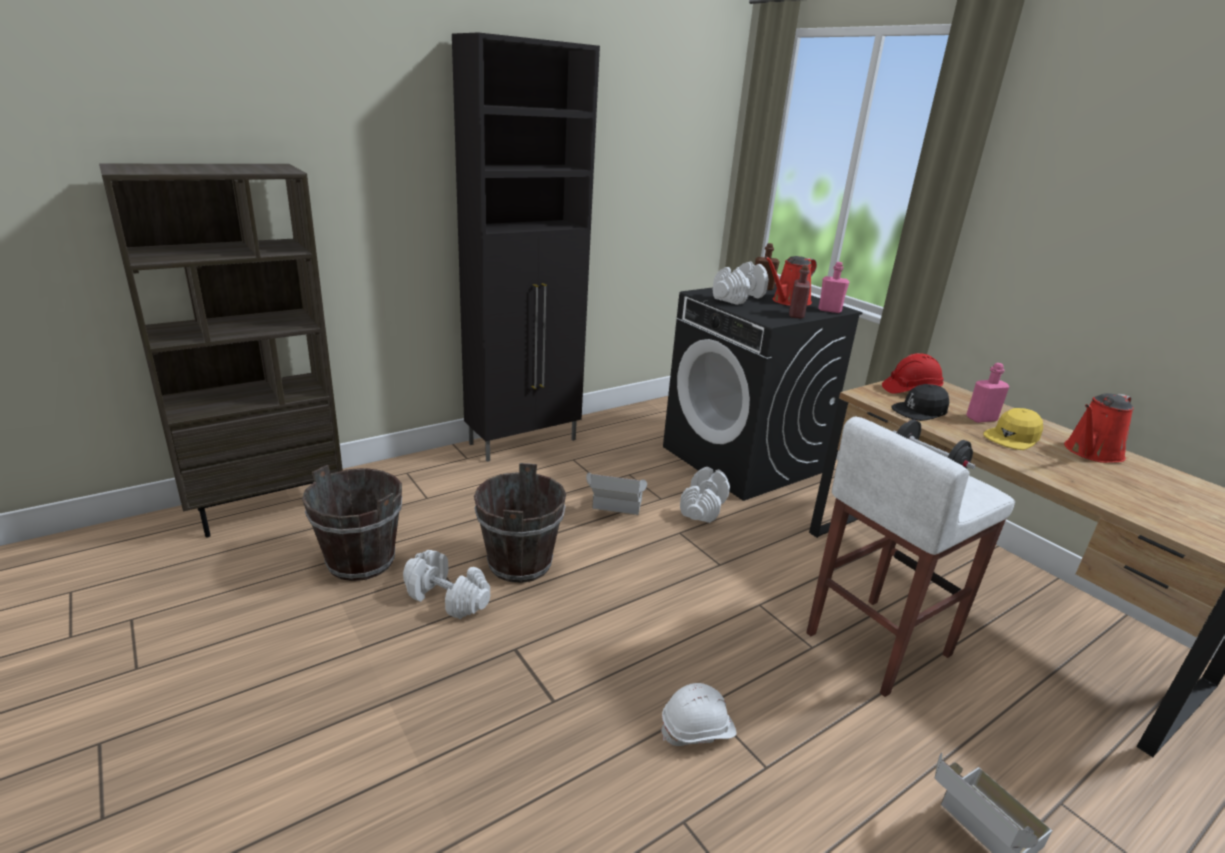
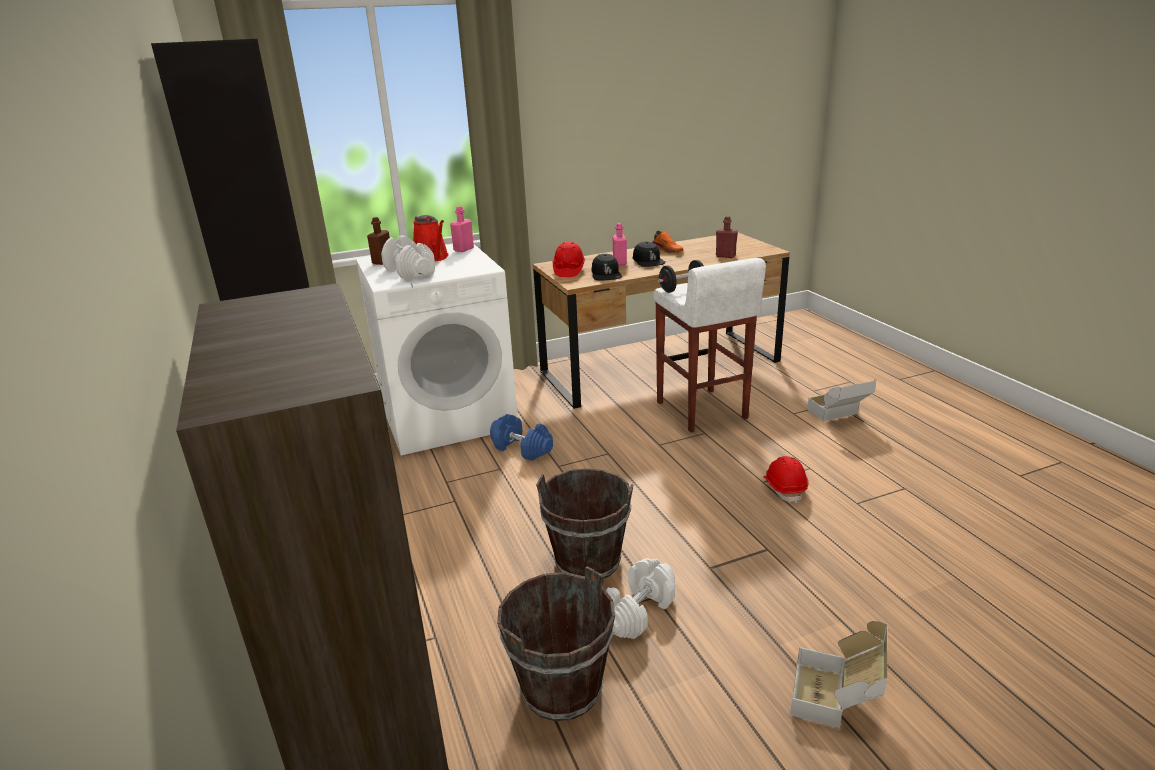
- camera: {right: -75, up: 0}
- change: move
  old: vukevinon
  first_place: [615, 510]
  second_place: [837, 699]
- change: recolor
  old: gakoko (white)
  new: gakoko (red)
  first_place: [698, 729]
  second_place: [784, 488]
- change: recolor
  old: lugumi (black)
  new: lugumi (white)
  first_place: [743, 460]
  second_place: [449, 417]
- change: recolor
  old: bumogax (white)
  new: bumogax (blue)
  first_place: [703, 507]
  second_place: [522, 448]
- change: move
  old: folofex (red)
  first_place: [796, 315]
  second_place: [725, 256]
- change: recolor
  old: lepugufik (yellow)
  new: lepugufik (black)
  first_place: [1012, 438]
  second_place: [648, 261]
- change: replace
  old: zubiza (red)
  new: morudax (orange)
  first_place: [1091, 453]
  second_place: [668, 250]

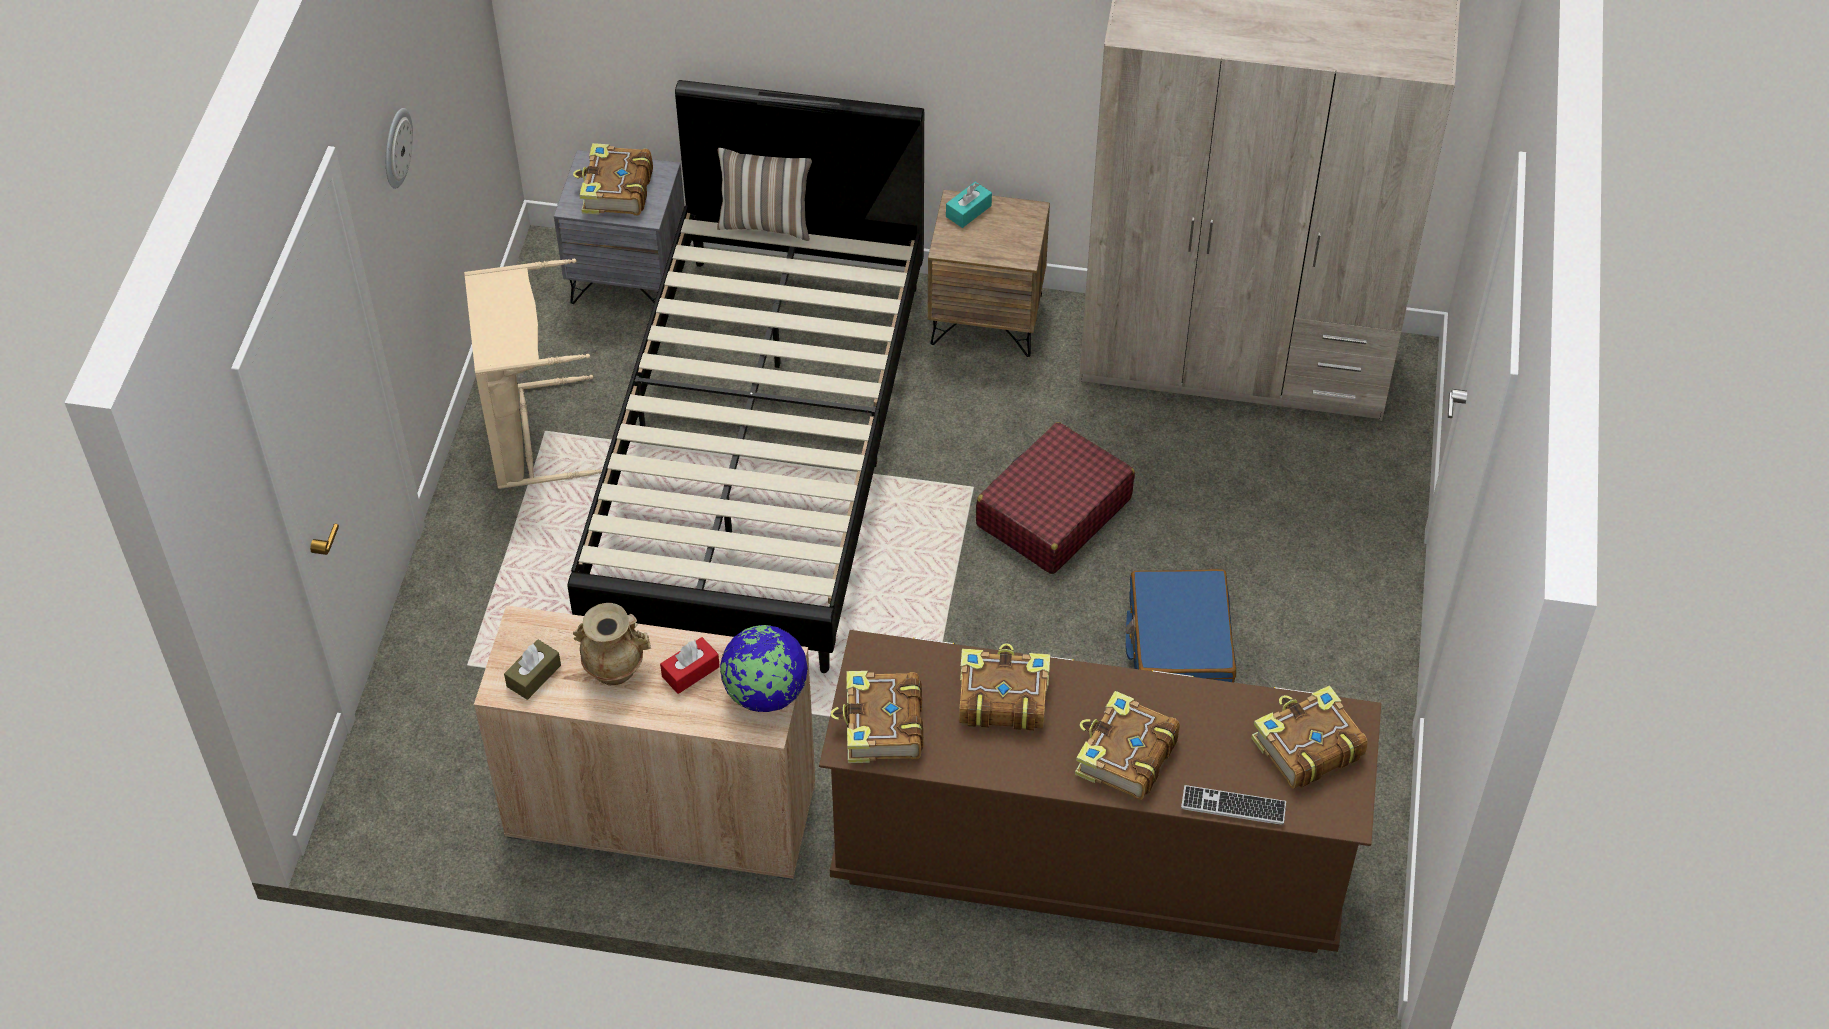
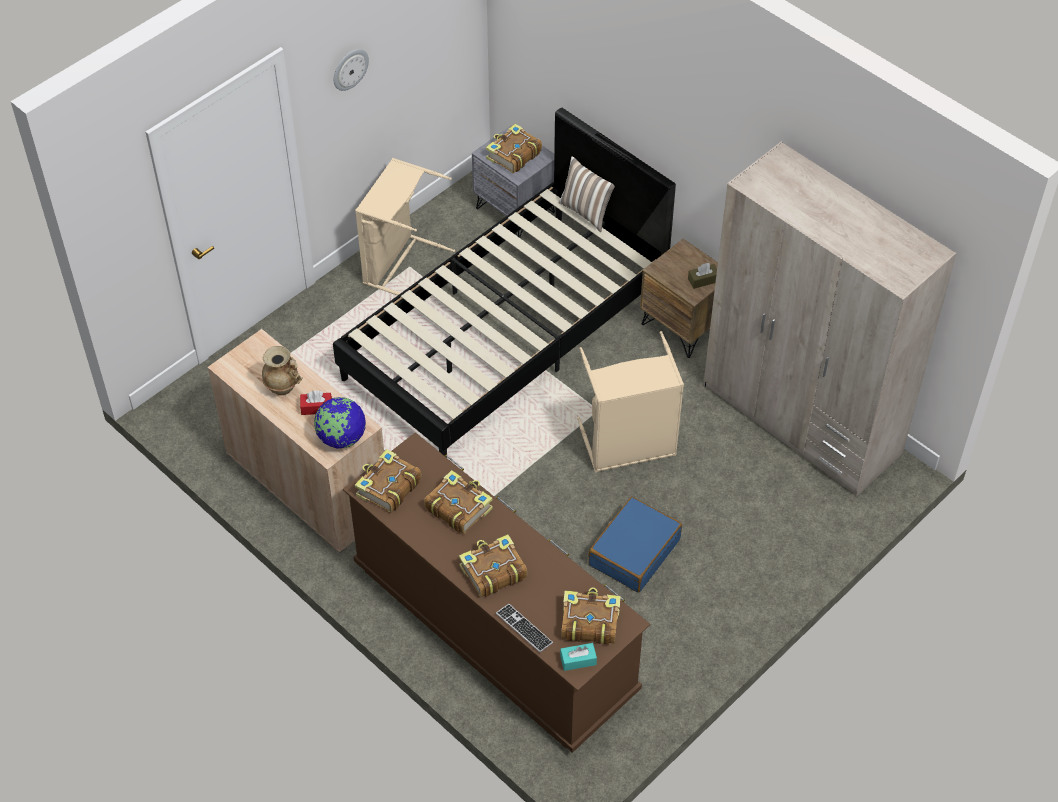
- camera: {right: 35, up: 0}
- change: move
  old: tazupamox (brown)
  first_place: [534, 676]
  second_place: [703, 280]
- change: move
  old: tazupamox (turquoise)
  first_place: [968, 211]
  second_place: [578, 660]
- change: replace
  old: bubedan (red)
  new: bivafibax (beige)
  first_place: [1053, 512]
  second_place: [629, 446]

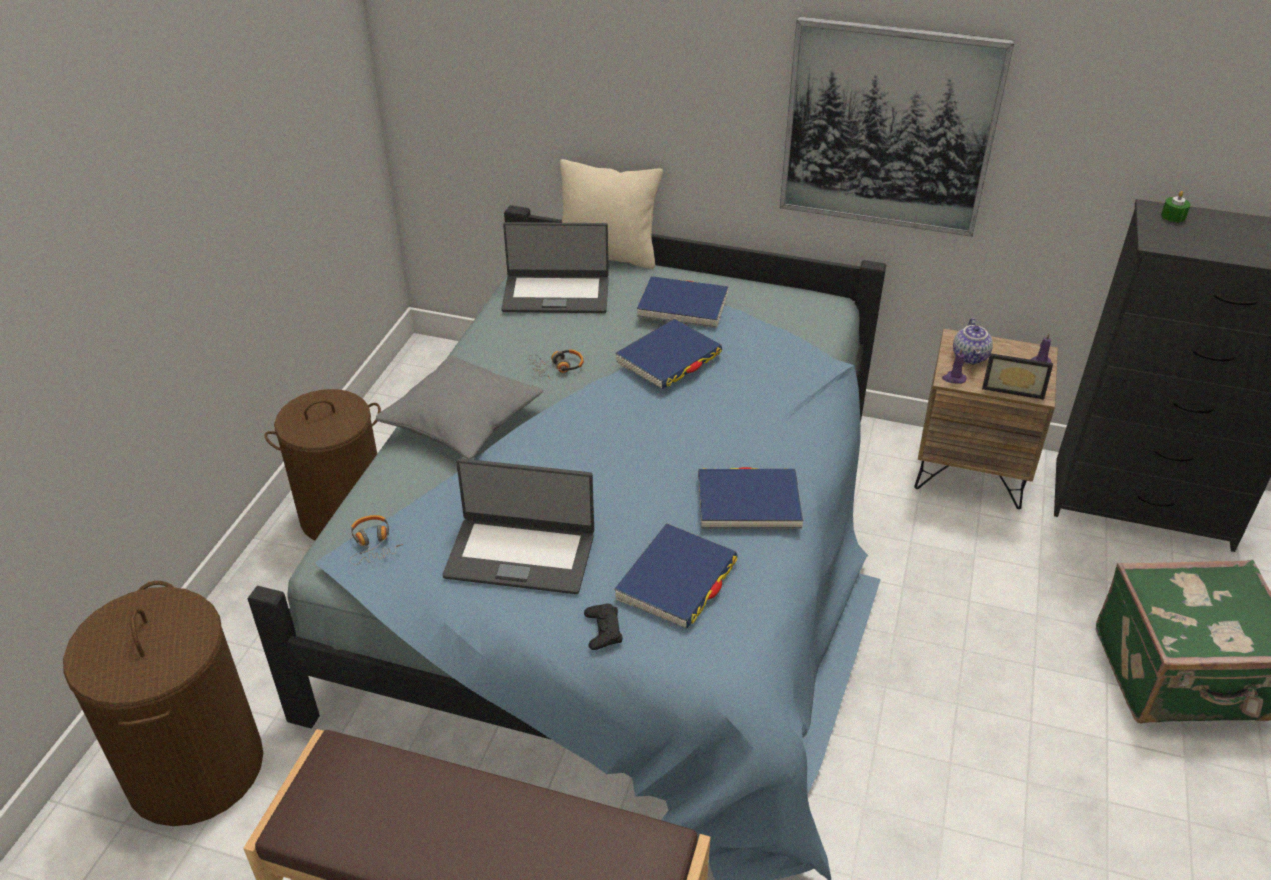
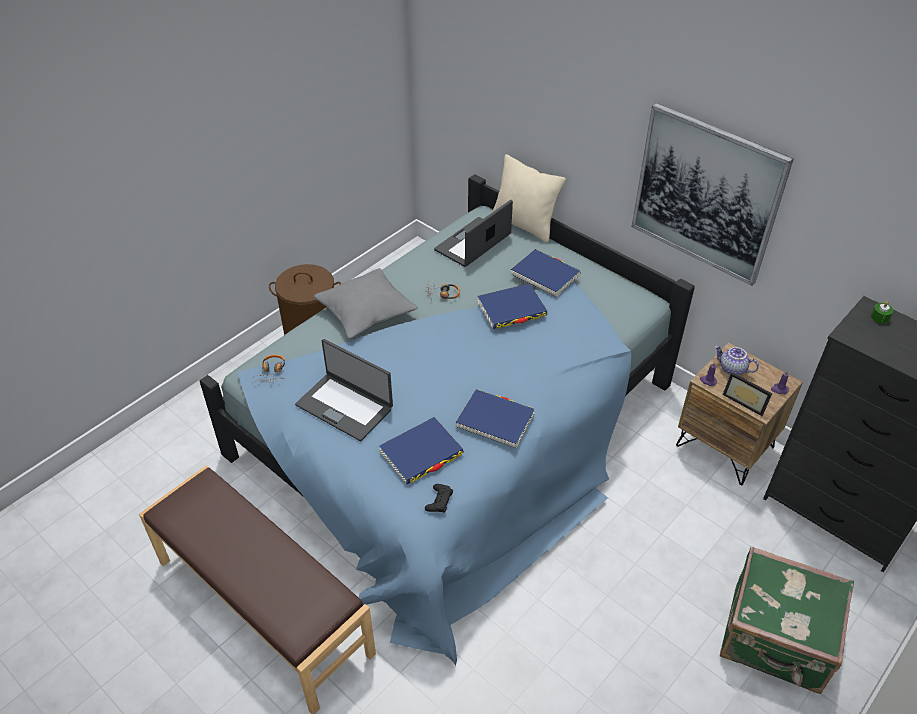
- camera: {right: 25, up: 5}
- change: delete
  old: bivafibax (brown)
  first_place: [196, 768]
- change: rotate
  old: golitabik
  first_place: [556, 294]
  second_place: [473, 243]
  degrees: 105
- change: move
  old: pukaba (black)
  first_place: [603, 630]
  second_place: [439, 501]
- change: rotate
  old: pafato
  first_place: [971, 357]
  second_place: [732, 369]
  degrees: 90

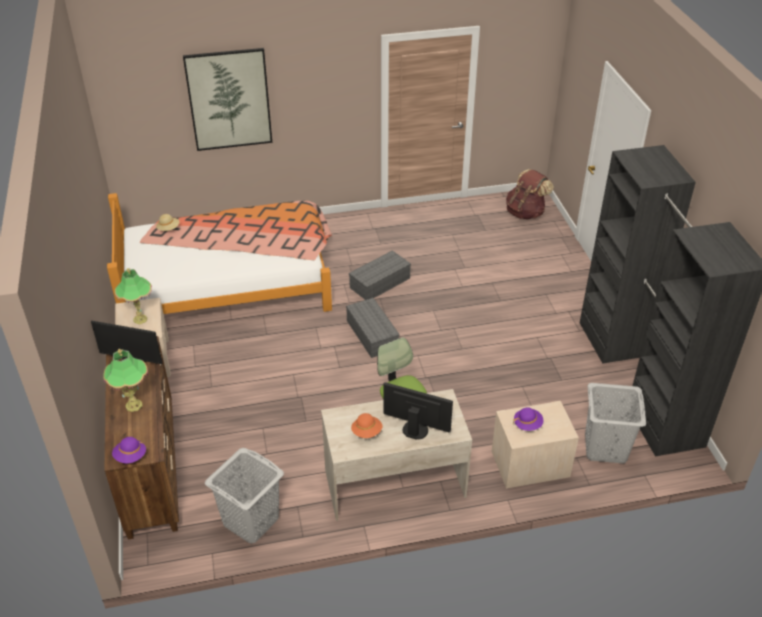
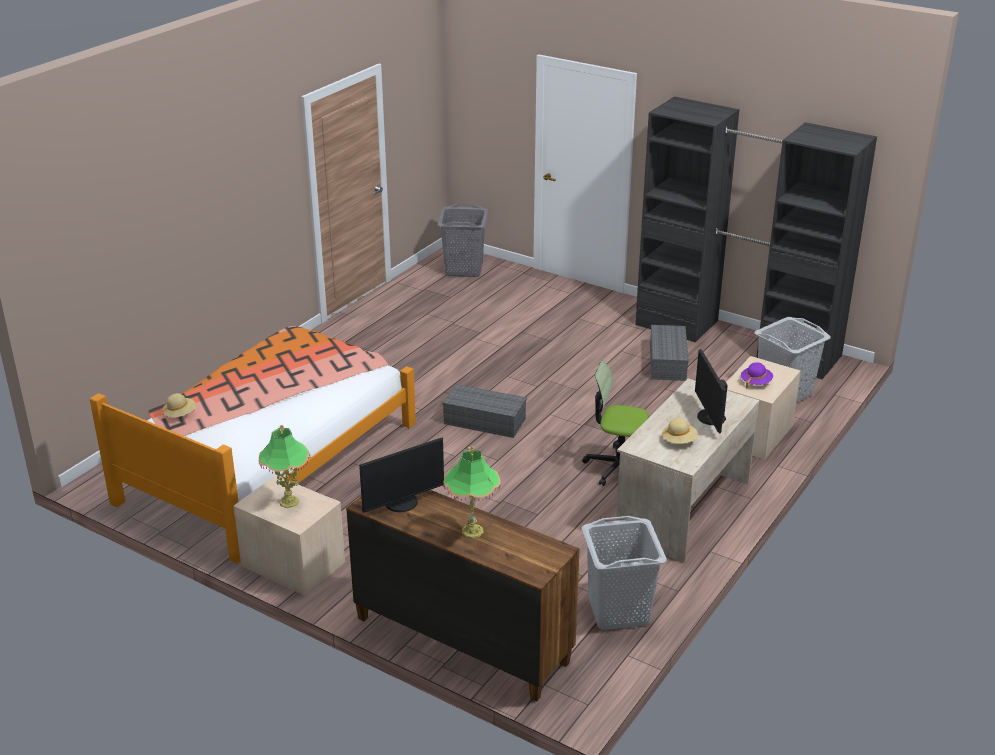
- camera: {right: -45, up: -10}
- change: delete
  old: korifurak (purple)
  first_place: [130, 456]
- change: delete
  old: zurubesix
  first_place: [229, 100]
- change: move
  old: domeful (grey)
  first_place: [379, 283]
  second_place: [668, 363]
- change: recolor
  old: korifurak (orange)
  new: korifurak (beige)
  first_place: [367, 432]
  second_place: [679, 441]
- change: rotate
  old: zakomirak
  first_place: [415, 429]
  second_place: [710, 417]
  degrees: -75
- change: replace
  old: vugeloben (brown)
  new: bivafibax (grey)
  first_place: [525, 213]
  second_place: [464, 269]

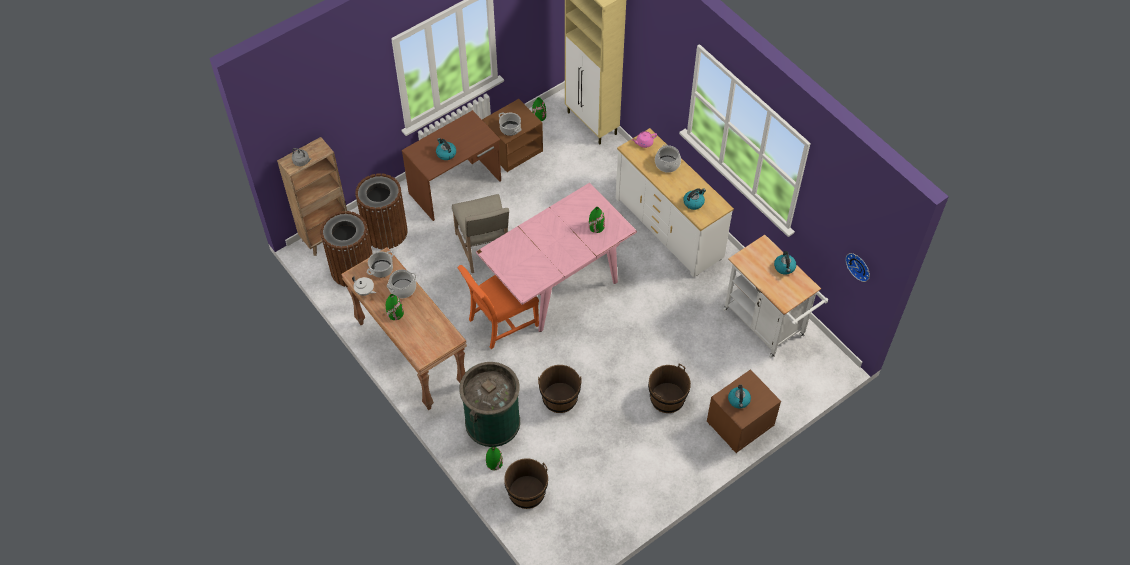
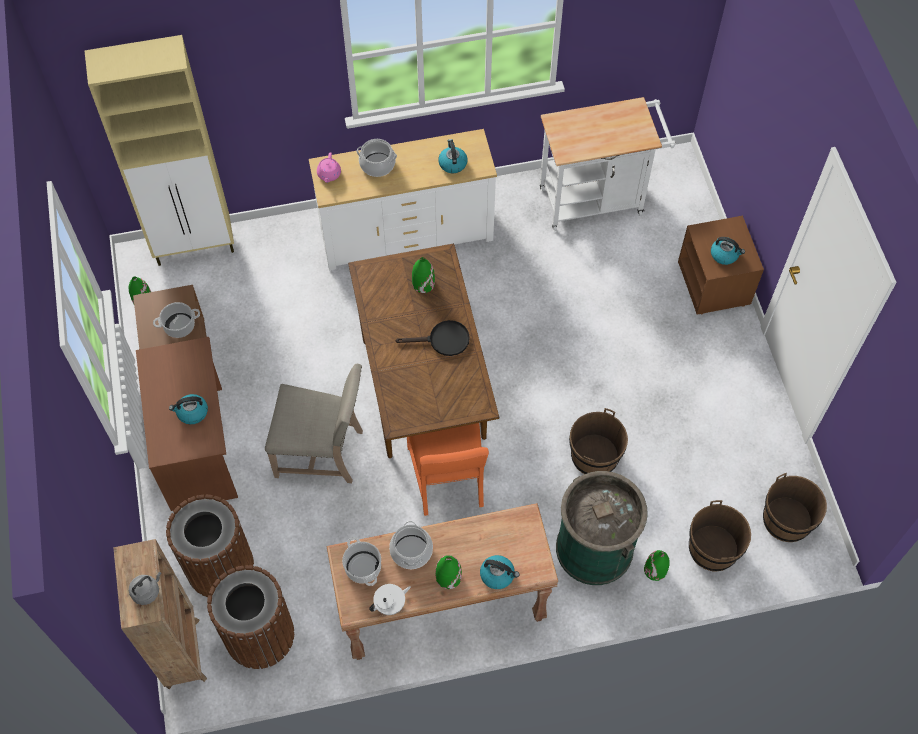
- camera: {right: -65, up: 5}
- change: recolor
  old: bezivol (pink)
  new: bezivol (brown)
  first_place: [557, 284]
  second_place: [424, 389]
- change: move
  old: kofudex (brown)
  first_place: [667, 398]
  second_place: [786, 520]
- change: move
  old: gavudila
  first_place: [784, 267]
  second_place: [498, 575]
- change: delete
  old: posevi
  first_place: [859, 266]
- change: insert
  new: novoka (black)
  second_place: [443, 340]

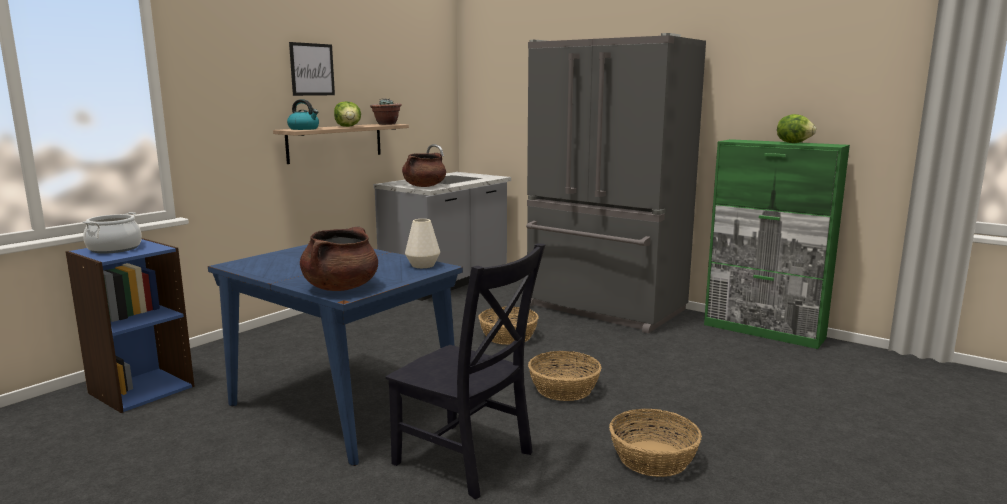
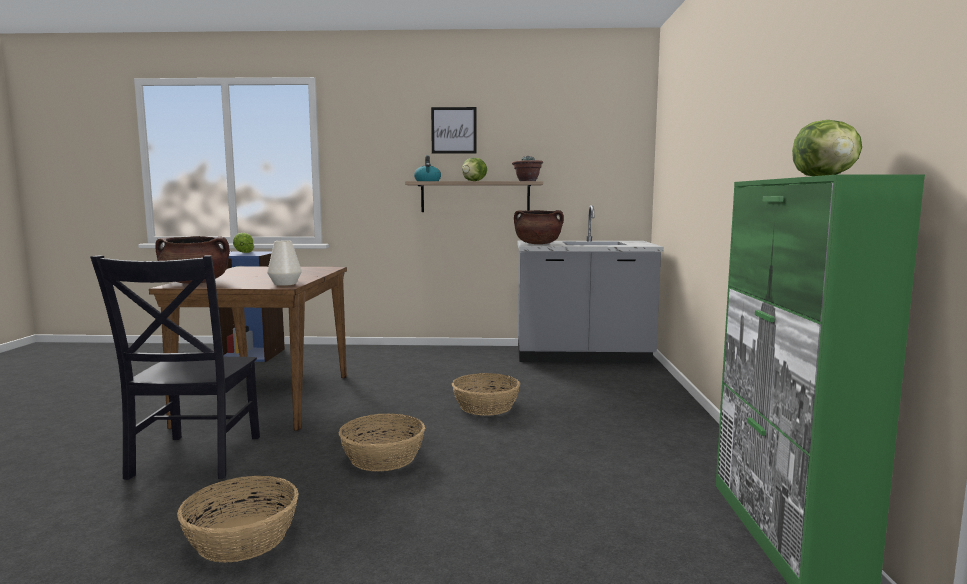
- camera: {right: 55, up: -5}
- change: replace
  old: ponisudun
  new: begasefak
  first_place: [115, 249]
  second_place: [244, 252]
- change: recolor
  old: bezivol (blue)
  new: bezivol (brown)
  first_place: [344, 406]
  second_place: [268, 399]
- change: delete
  old: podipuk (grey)
  first_place: [604, 309]

